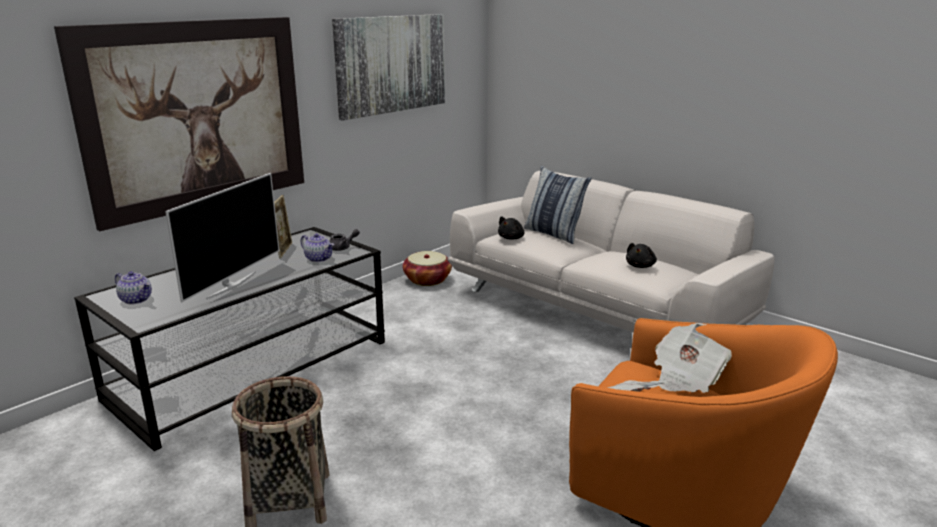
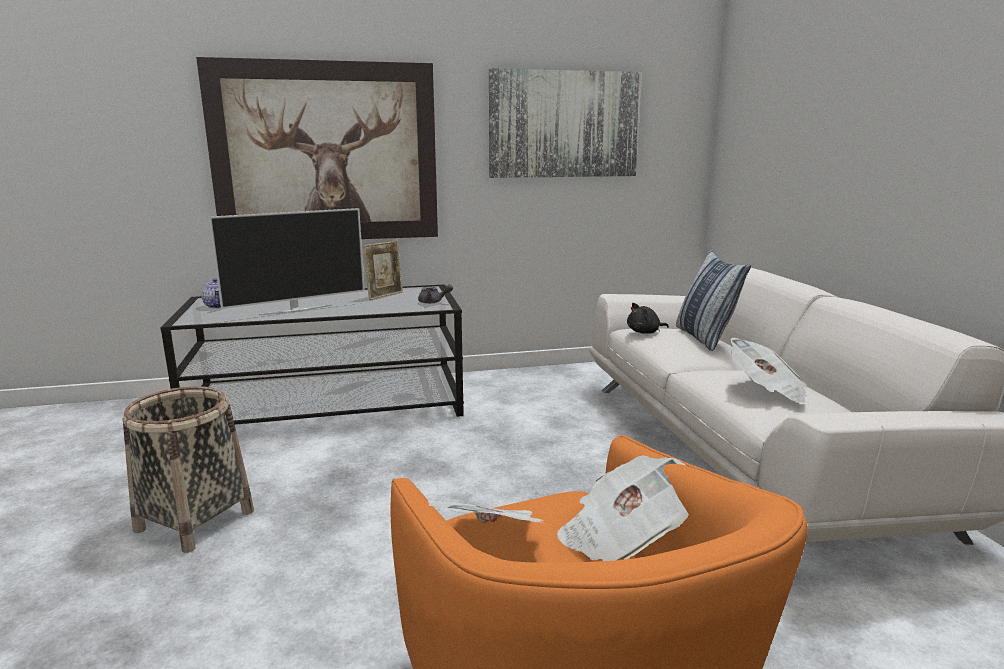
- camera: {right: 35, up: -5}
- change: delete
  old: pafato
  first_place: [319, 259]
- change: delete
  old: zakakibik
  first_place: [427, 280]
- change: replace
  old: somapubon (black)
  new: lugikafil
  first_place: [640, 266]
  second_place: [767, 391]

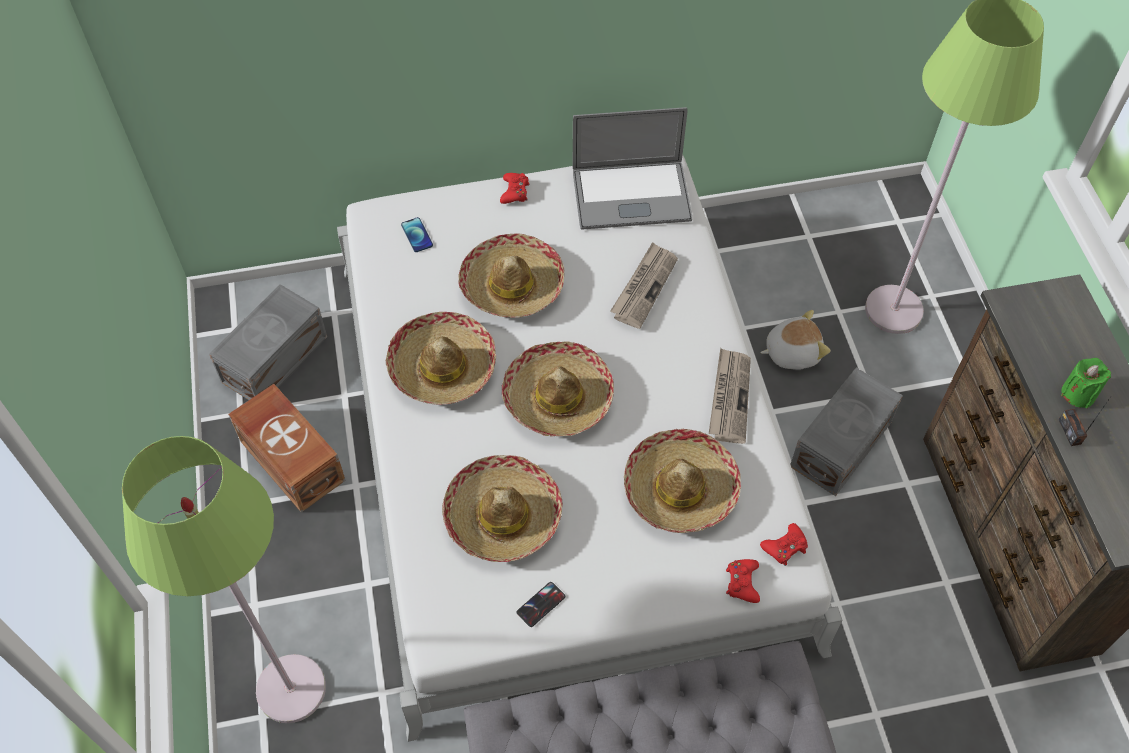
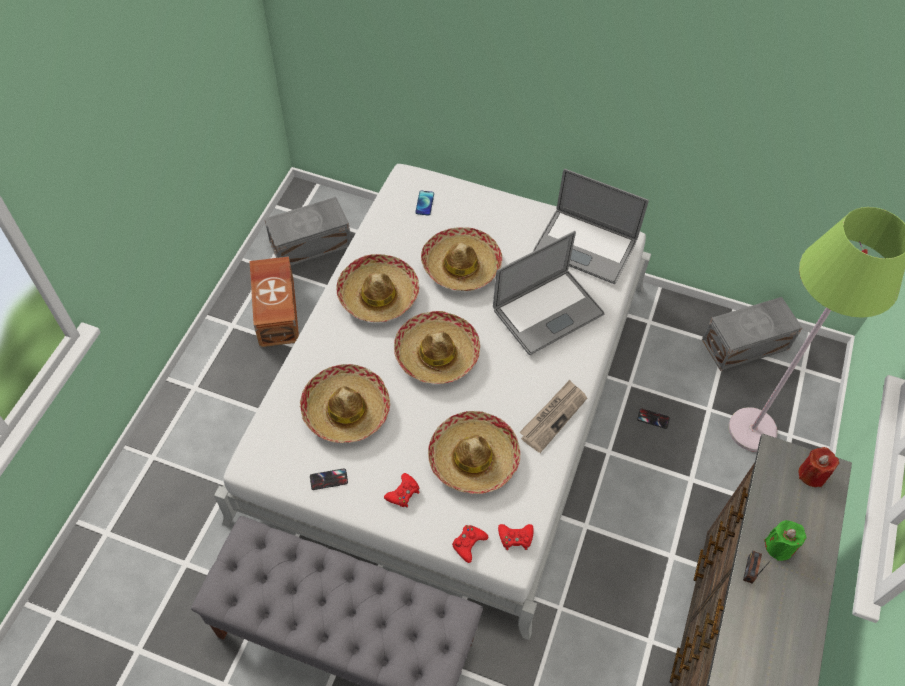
- camera: {right: 30, up: 0}
- change: delete
  old: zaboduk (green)
  first_place: [291, 688]
- change: move
  old: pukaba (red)
  first_place: [515, 192]
  second_place: [403, 493]
- change: replace
  old: lugikafil
  new: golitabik
  first_place: [644, 287]
  second_place: [548, 311]
- change: replace
  old: somapubon
  new: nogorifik
  first_place: [791, 352]
  second_place: [653, 418]
- change: move
  old: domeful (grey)
  first_place: [843, 444]
  second_place: [747, 345]
- change: insert
  new: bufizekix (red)
  second_place: [812, 474]

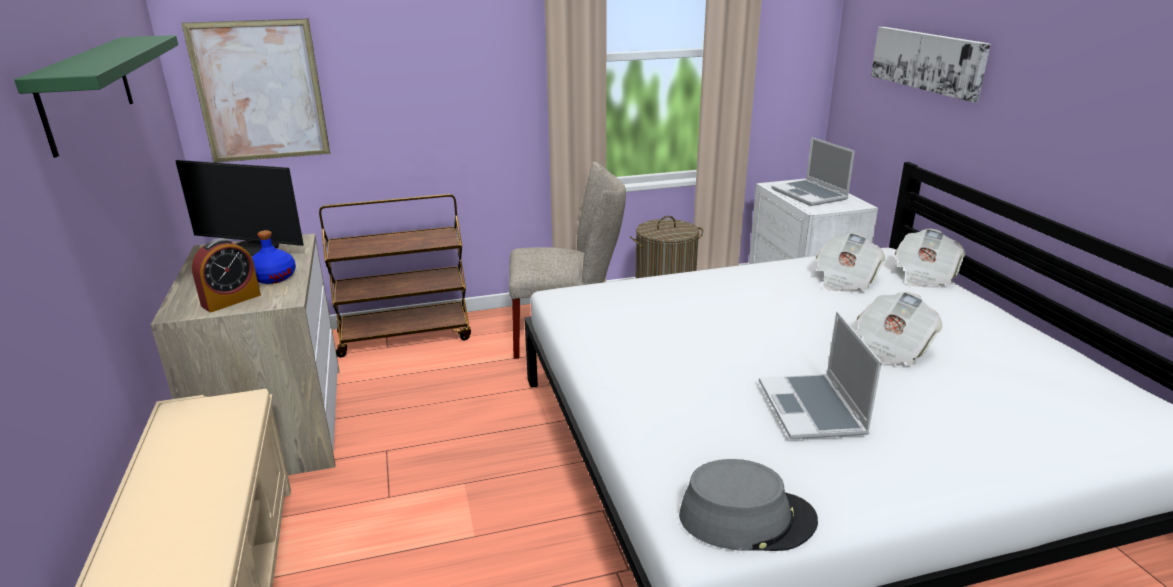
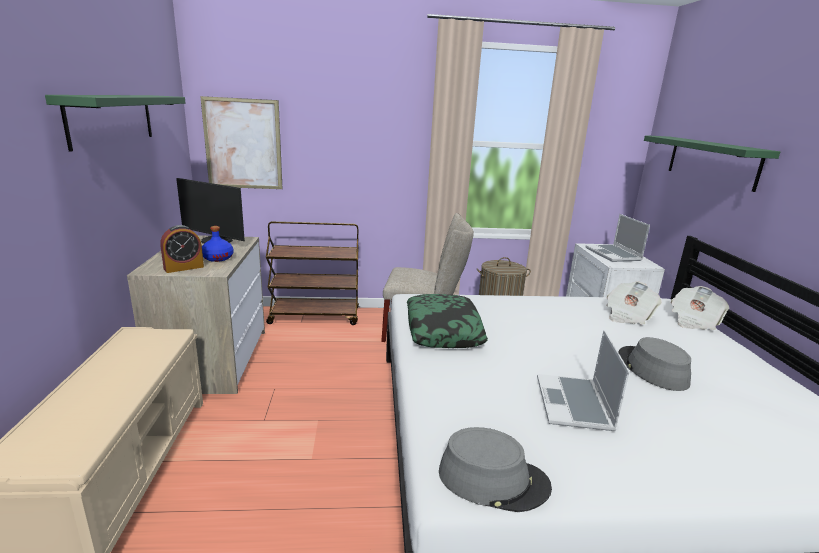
- camera: {right: 10, up: -5}
- change: replace
  old: lugikafil
  new: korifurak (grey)
  first_place: [890, 348]
  second_place: [651, 369]
- change: replace
  old: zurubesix
  new: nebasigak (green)
  first_place: [927, 61]
  second_place: [711, 161]
- change: insert
  new: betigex
  second_place: [443, 330]

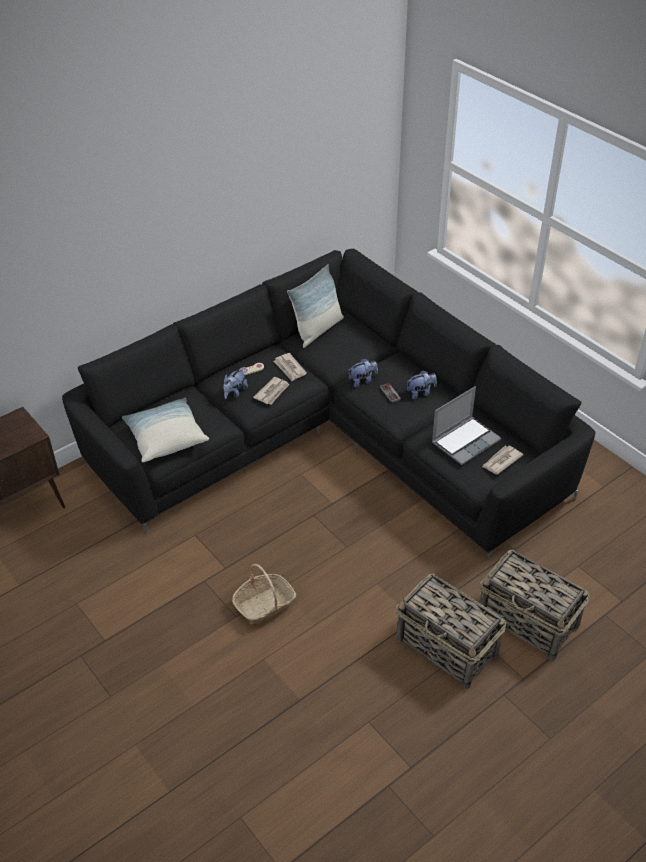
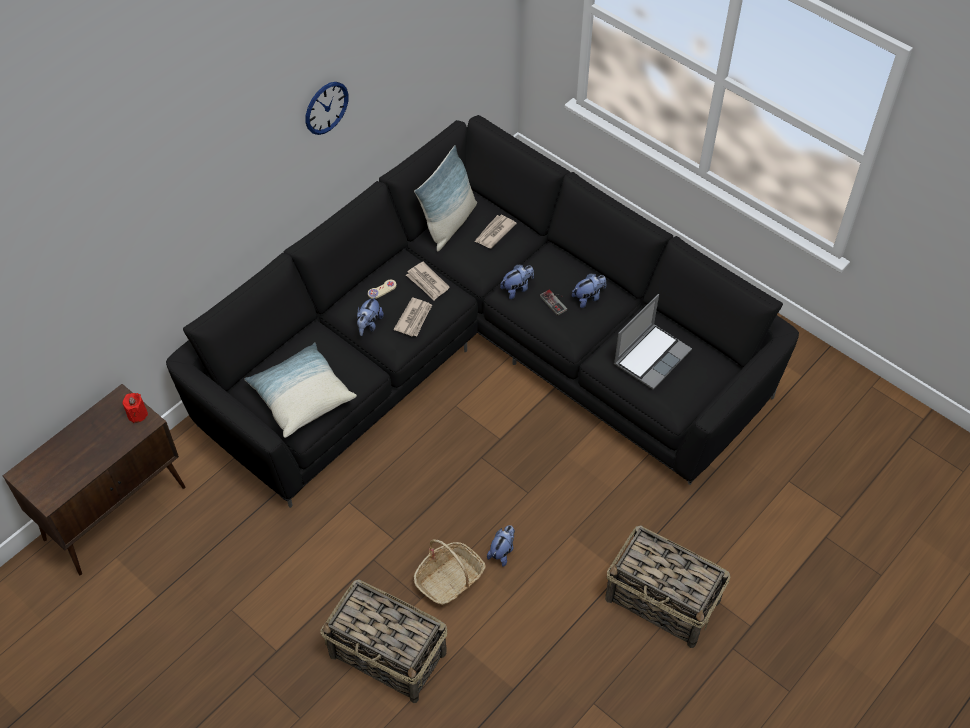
- camera: {right: -10, up: 10}
- change: move
  old: zakakibik
  first_place: [528, 621]
  second_place: [389, 655]
- change: move
  old: lugikafil
  first_place: [501, 461]
  second_place: [494, 233]
- change: insert
  new: bufizekix (red)
  second_place: [137, 414]
- change: insert
  new: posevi
  second_place: [326, 107]
- change: insert
  new: somapubon
  second_place: [502, 551]

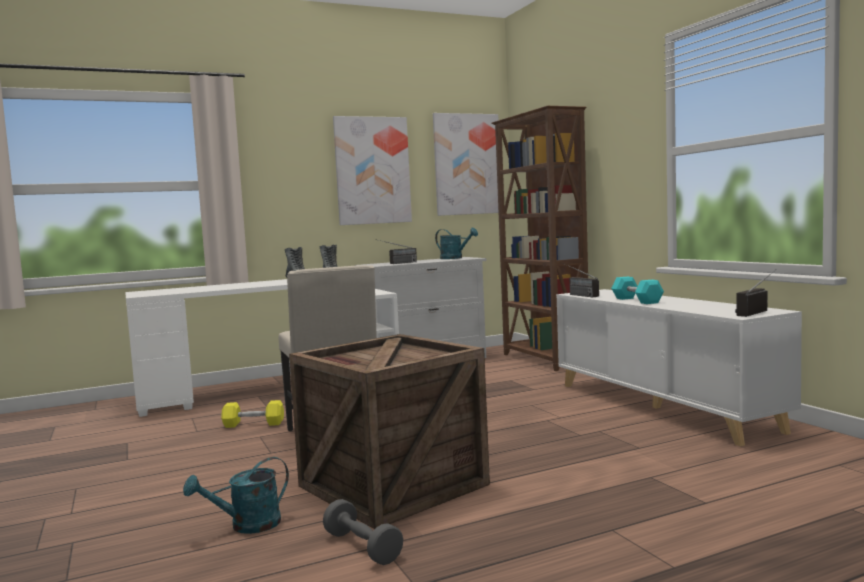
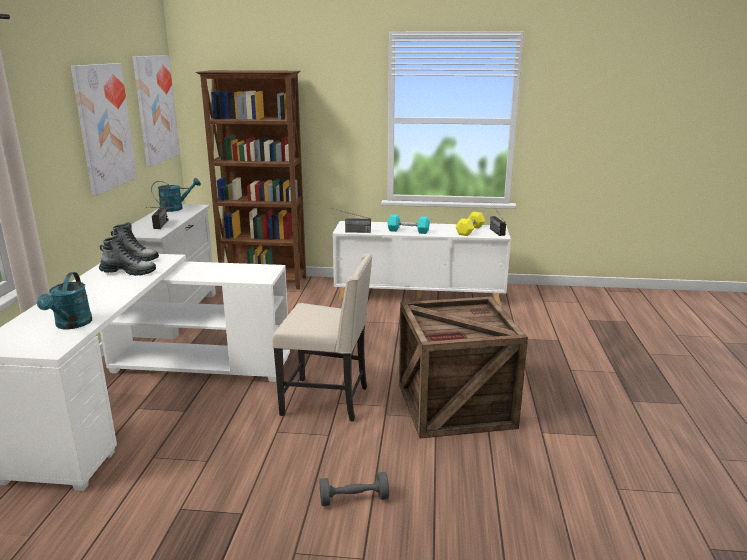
- camera: {right: -60, up: 15}
- change: move
  old: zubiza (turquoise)
  first_place: [247, 526]
  second_place: [71, 325]
- change: move
  old: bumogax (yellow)
  first_place: [253, 424]
  second_place: [470, 230]
- change: move
  old: bumogax (grey)
  first_place: [362, 547]
  second_place: [354, 499]

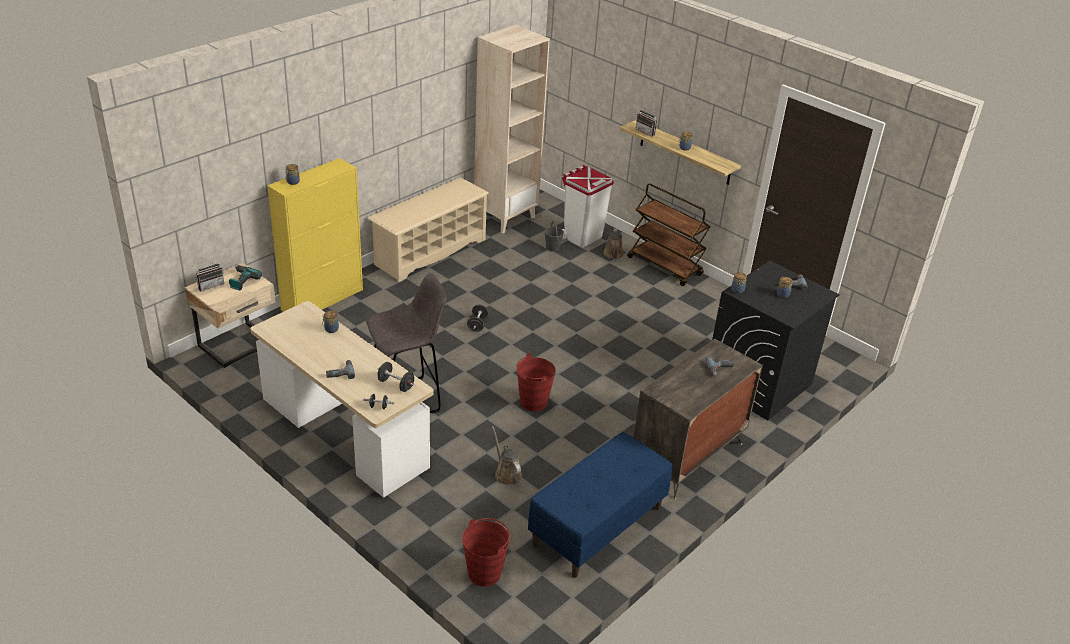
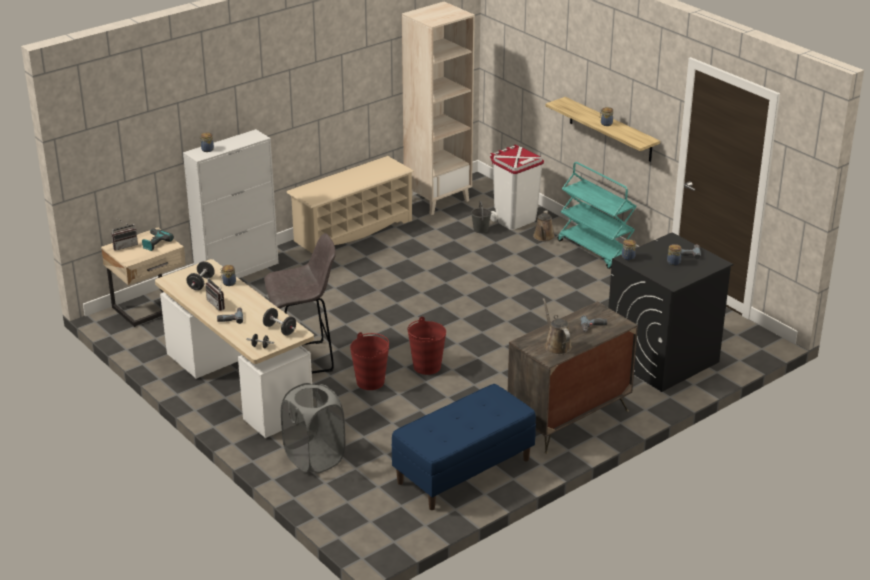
- camera: {right: 10, up: -5}
- change: recolor
  old: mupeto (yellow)
  new: mupeto (white)
  first_place: [323, 299]
  second_place: [237, 271]
- change: move
  old: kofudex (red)
  first_place: [485, 573]
  second_place: [371, 382]
- change: move
  old: bumogax (black)
  first_place: [477, 324]
  second_place: [201, 283]
- change: move
  old: zubiza (brown)
  first_place: [506, 473]
  second_place: [556, 345]
- change: recolor
  old: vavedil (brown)
  new: vavedil (turquoise)
  first_place: [665, 266]
  second_place: [595, 250]
- change: move
  old: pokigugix
  first_place: [647, 132]
  second_place: [219, 304]
- change: insert
  new: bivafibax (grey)
  second_place: [314, 458]

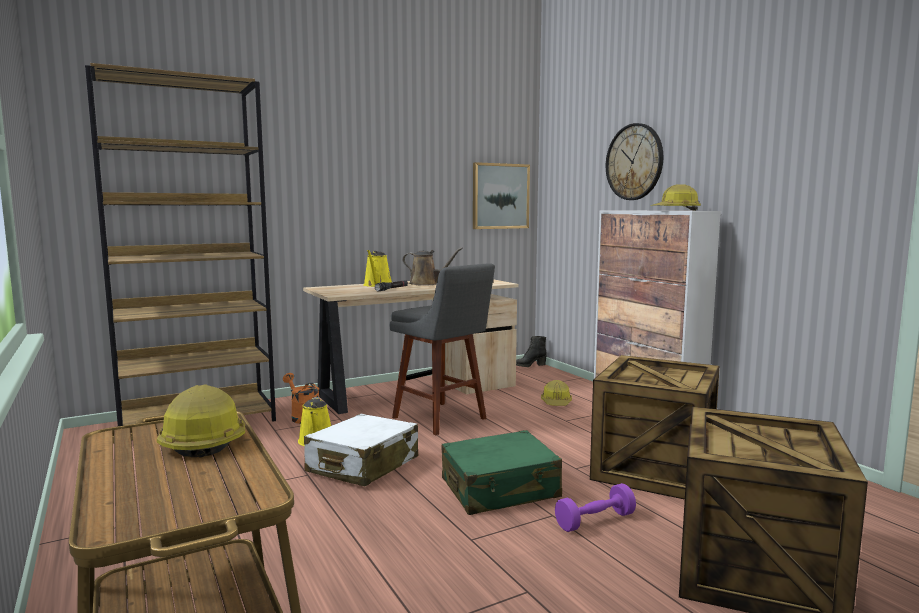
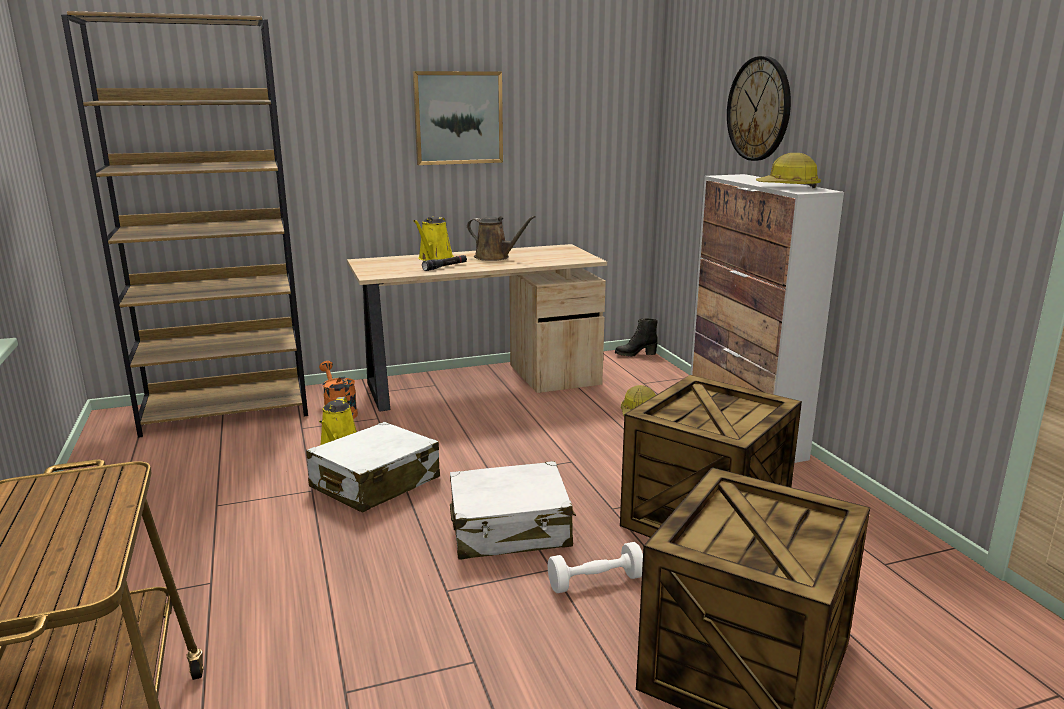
- camera: {right: 10, up: 10}
- change: delete
  old: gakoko
  first_place: [203, 441]
- change: delete
  old: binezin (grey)
  first_place: [442, 419]
- change: recolor
  old: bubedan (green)
  new: bubedan (white)
  first_place: [500, 489]
  second_place: [510, 529]
- change: move
  old: zurubesix
  first_place: [500, 196]
  second_place: [458, 118]
- change: recolor
  old: bumogax (purple)
  new: bumogax (white)
  first_place: [595, 521]
  second_place: [595, 582]

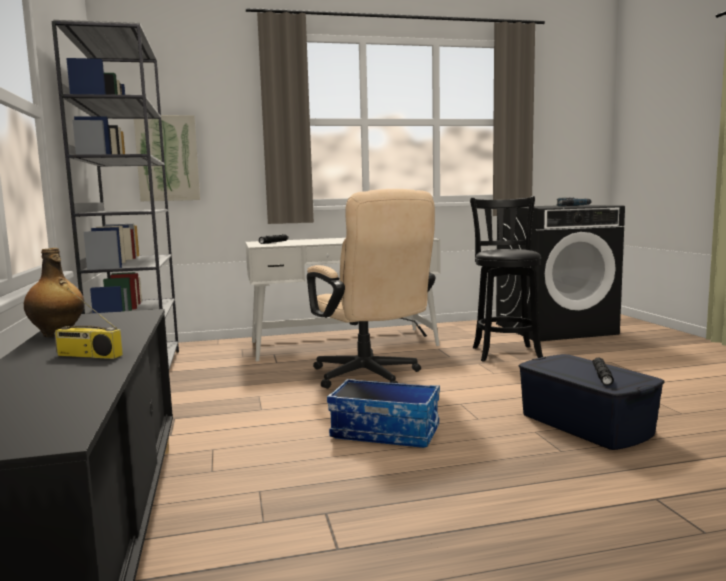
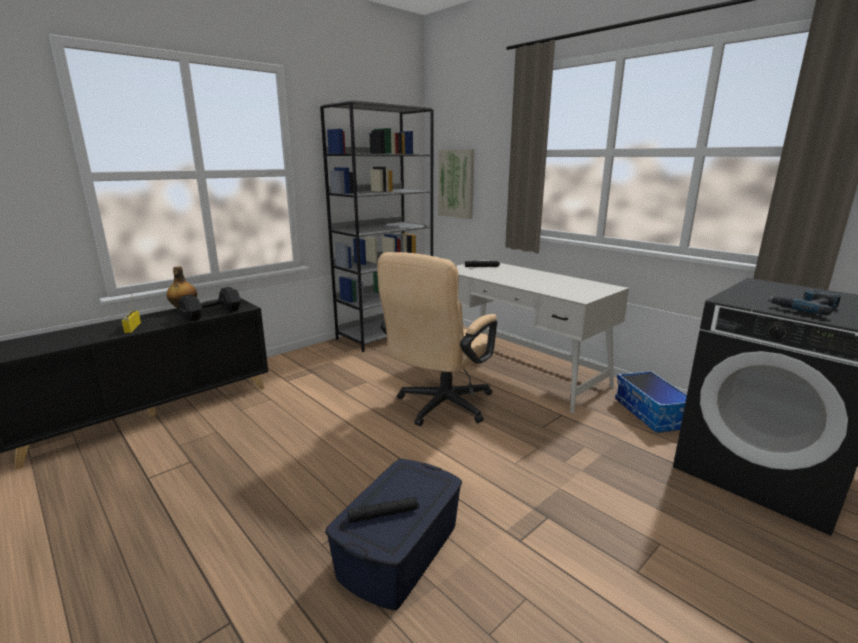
- camera: {right: 60, up: 10}
- change: move
  old: domeful
  first_place: [386, 432]
  second_place: [652, 414]
- change: delete
  old: binezin (black)
  first_place: [505, 352]
- change: insert
  new: bumogax (black)
  second_place: [213, 314]

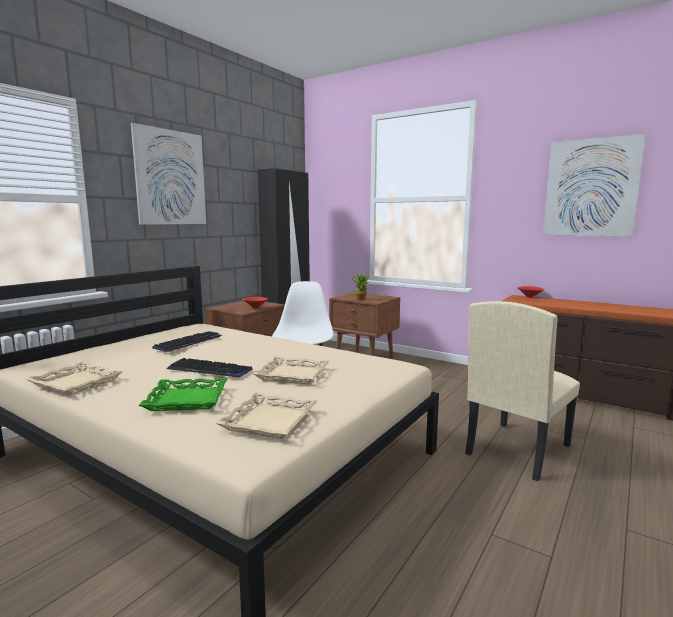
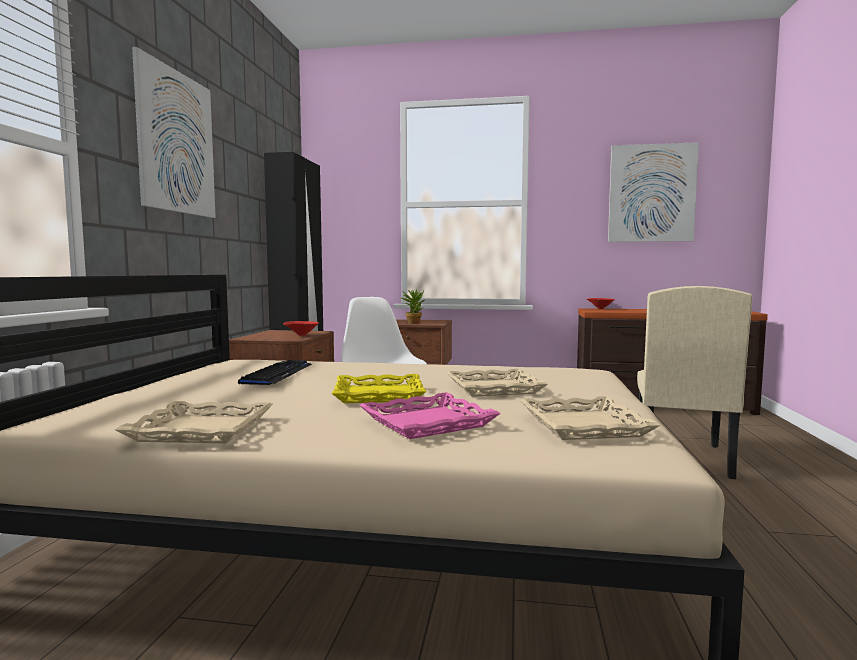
- camera: {right: -25, up: -5}
- change: recolor
  old: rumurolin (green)
  new: rumurolin (pink)
  first_place: [187, 399]
  second_place: [427, 422]
- change: replace
  old: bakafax
  new: rumurolin (yellow)
  first_place: [209, 369]
  second_place: [379, 394]

